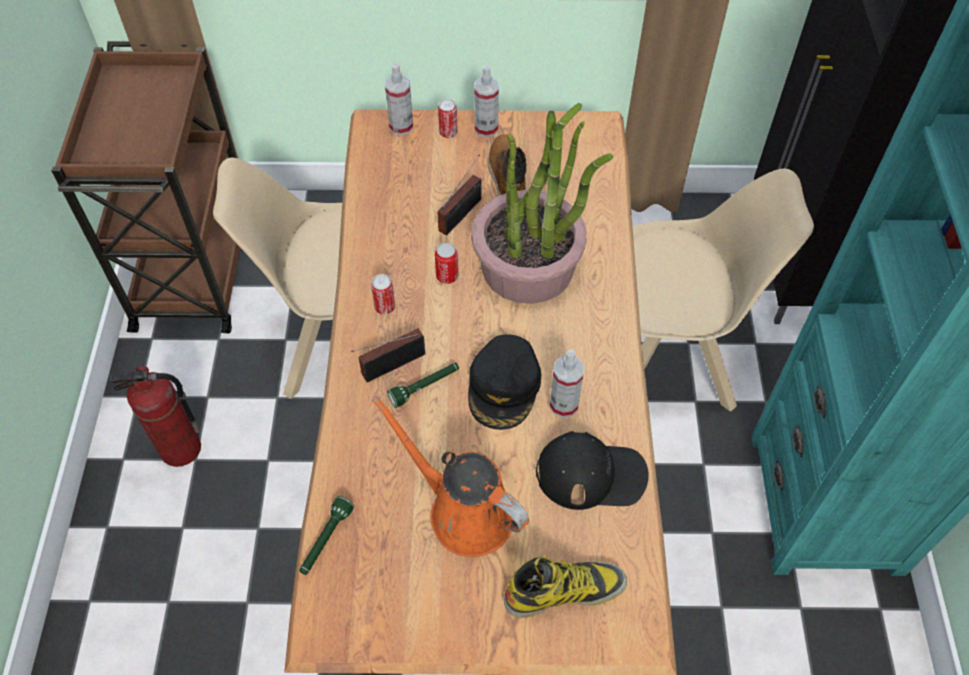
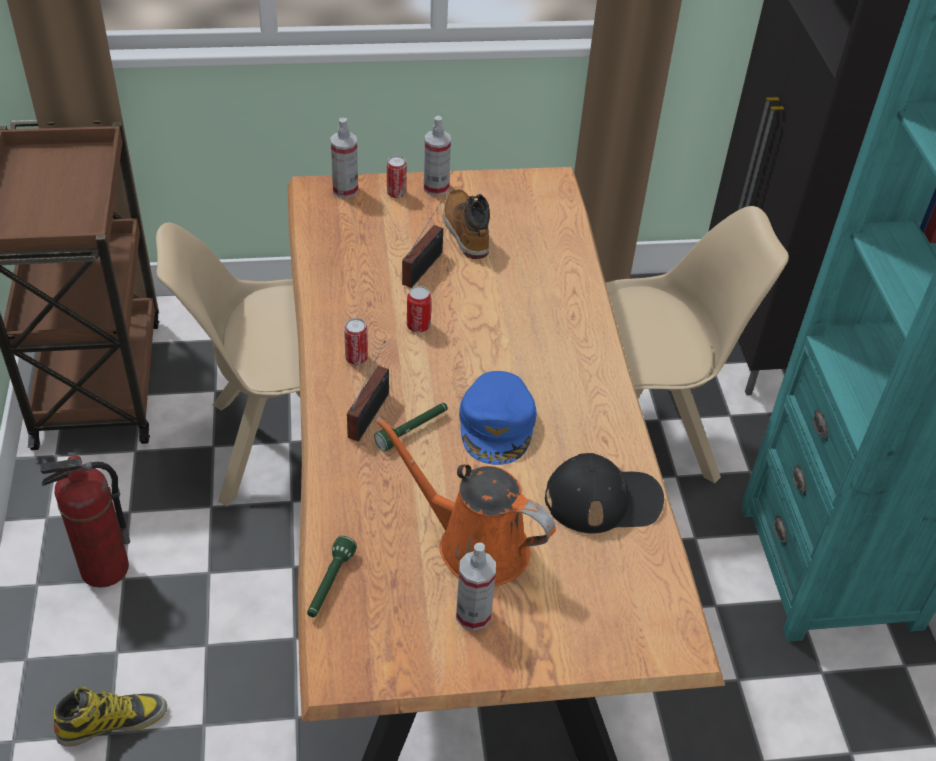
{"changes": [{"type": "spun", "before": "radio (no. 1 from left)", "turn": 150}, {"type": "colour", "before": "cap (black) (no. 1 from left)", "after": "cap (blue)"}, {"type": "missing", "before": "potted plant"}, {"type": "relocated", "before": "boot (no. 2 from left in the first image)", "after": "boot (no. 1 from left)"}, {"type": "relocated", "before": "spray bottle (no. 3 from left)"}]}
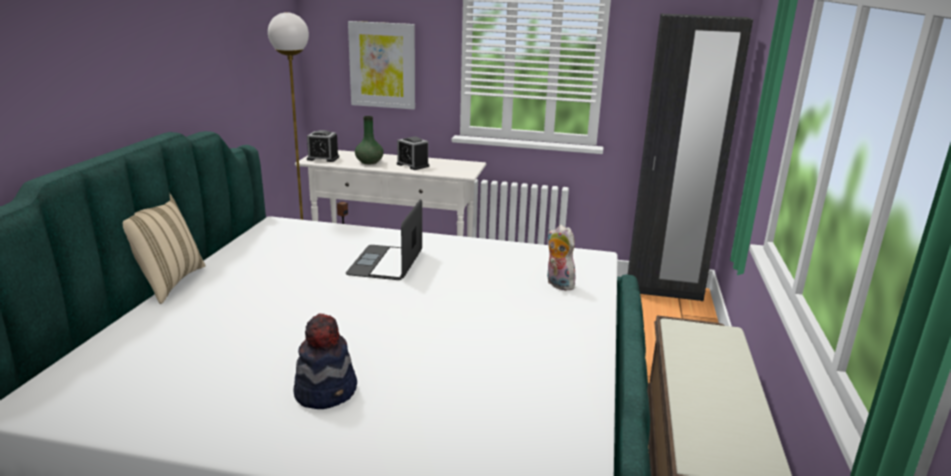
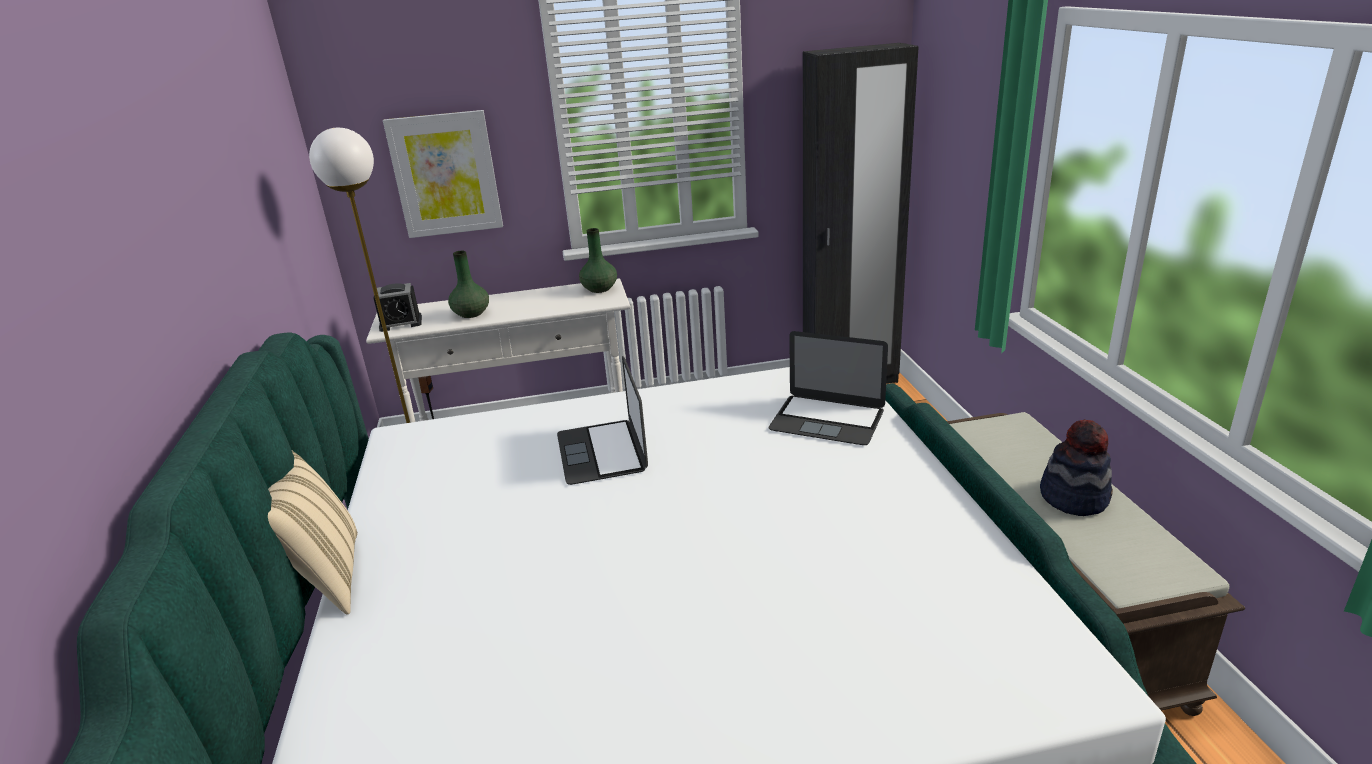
{"changes": [{"type": "relocated", "before": "hat"}, {"type": "missing", "before": "alarm clock (no. 2 from left)"}, {"type": "exchanged", "before": "plush toy", "after": "laptop (no. 2 from left)"}, {"type": "appeared", "after": "vase (green) (no. 2 from left)"}]}
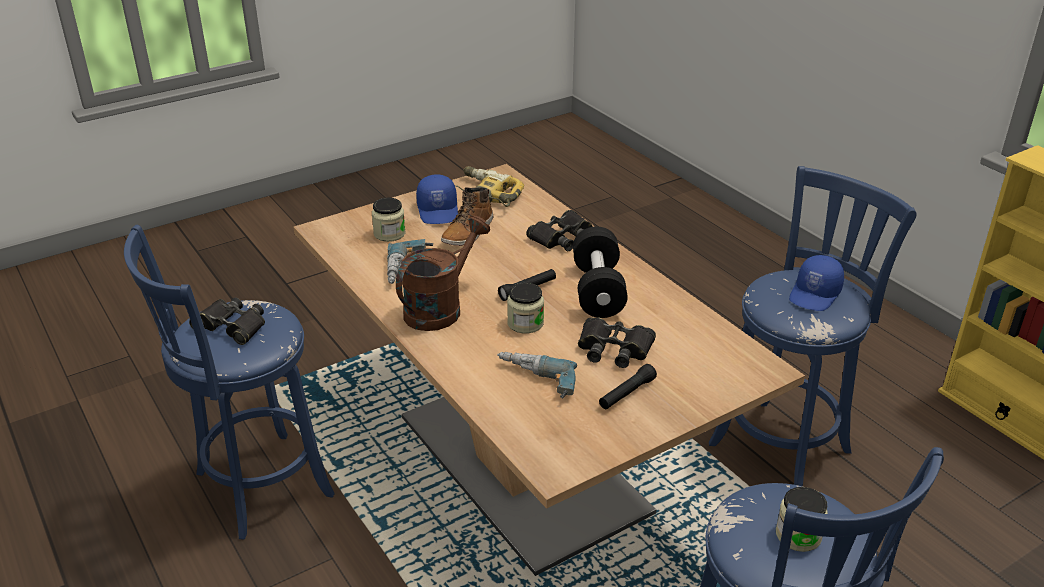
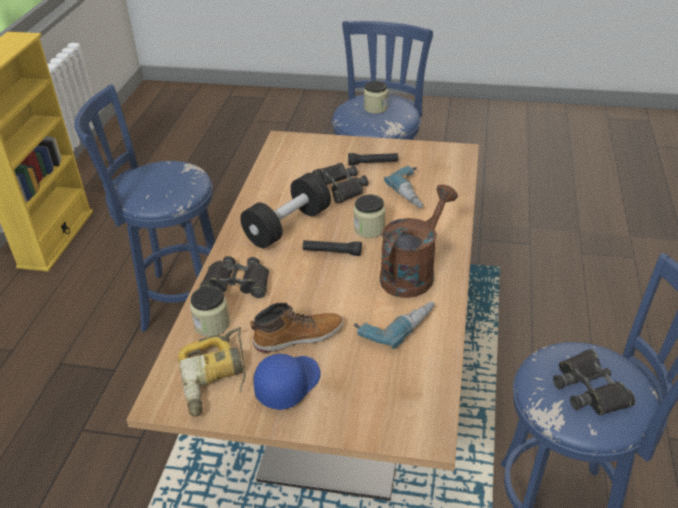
{"changes": [{"type": "relocated", "before": "jar (no. 1 from left)"}, {"type": "spun", "before": "watering can (brown)", "turn": 135}, {"type": "missing", "before": "cap (blue) (no. 2 from left)"}]}
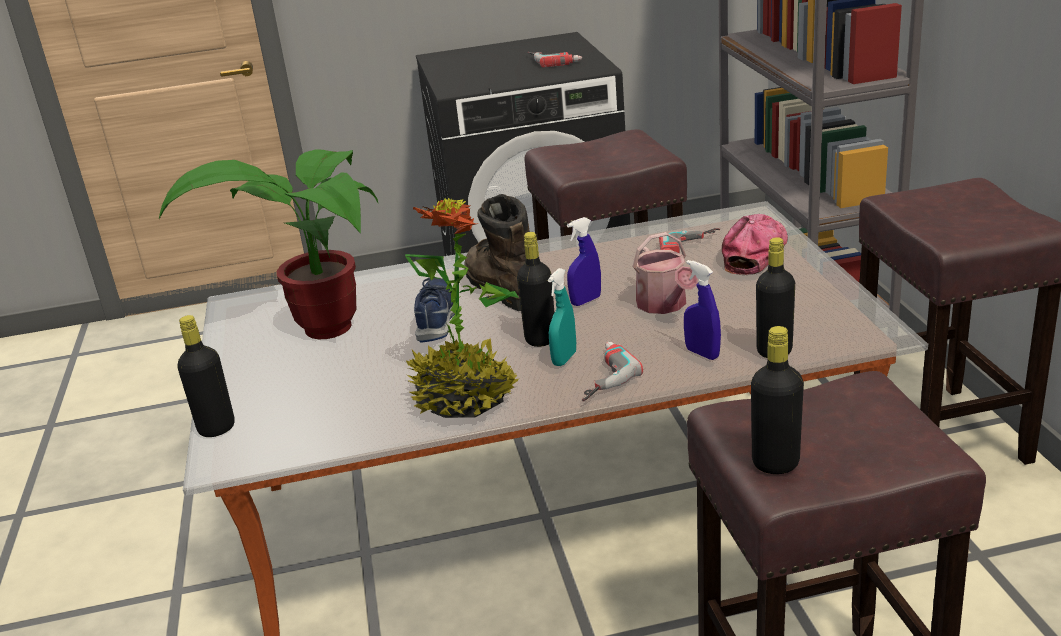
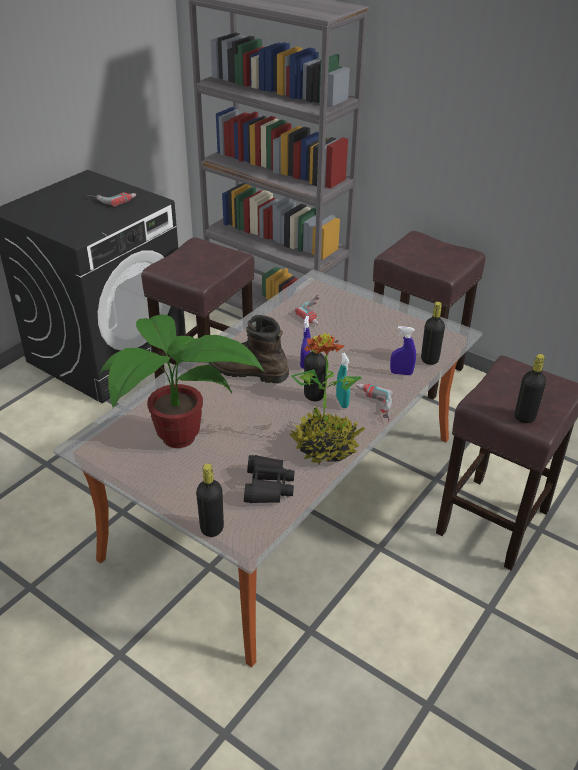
{"changes": [{"type": "missing", "before": "shoe (blue)"}, {"type": "missing", "before": "watering can"}, {"type": "missing", "before": "cap"}, {"type": "appeared", "after": "binoculars (black)"}]}
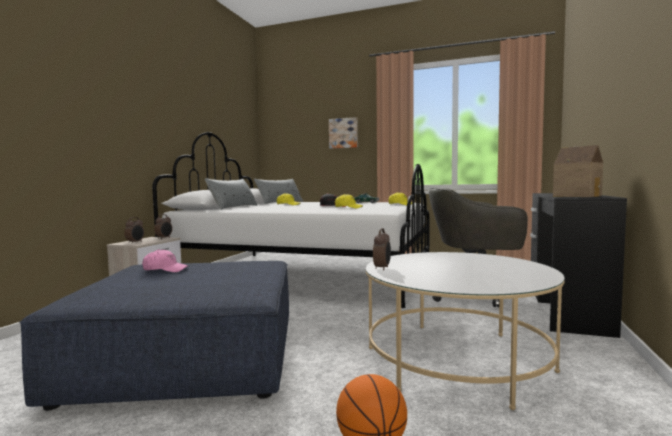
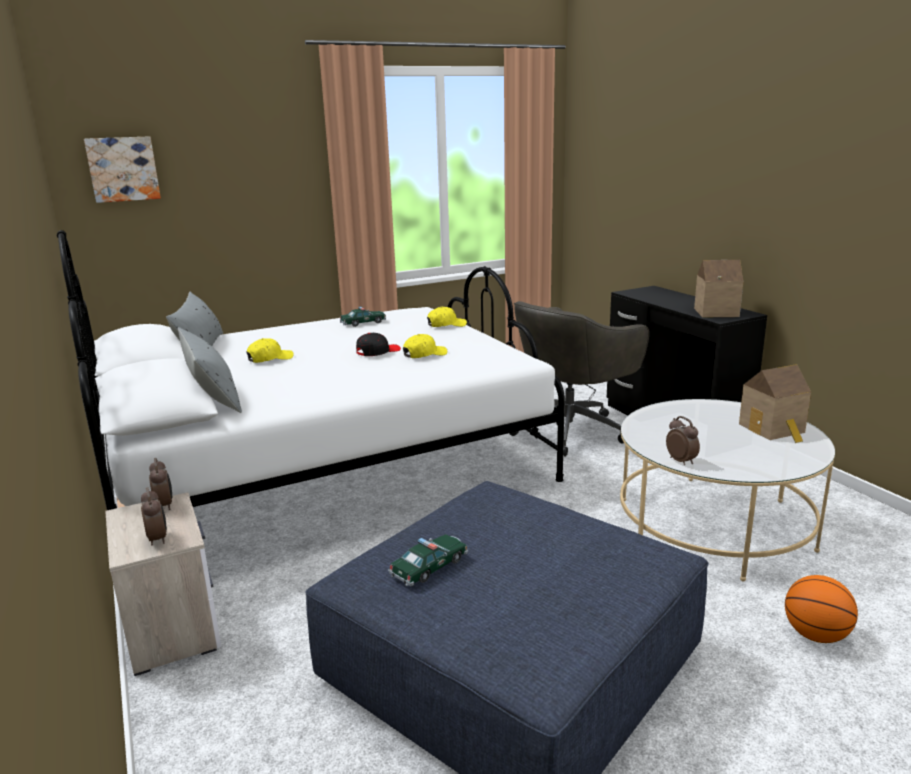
{"changes": [{"type": "exchanged", "before": "cap (pink)", "after": "toy car (no. 2 from left)"}, {"type": "relocated", "before": "picture"}, {"type": "appeared", "after": "toy house (no. 2 from left)"}]}
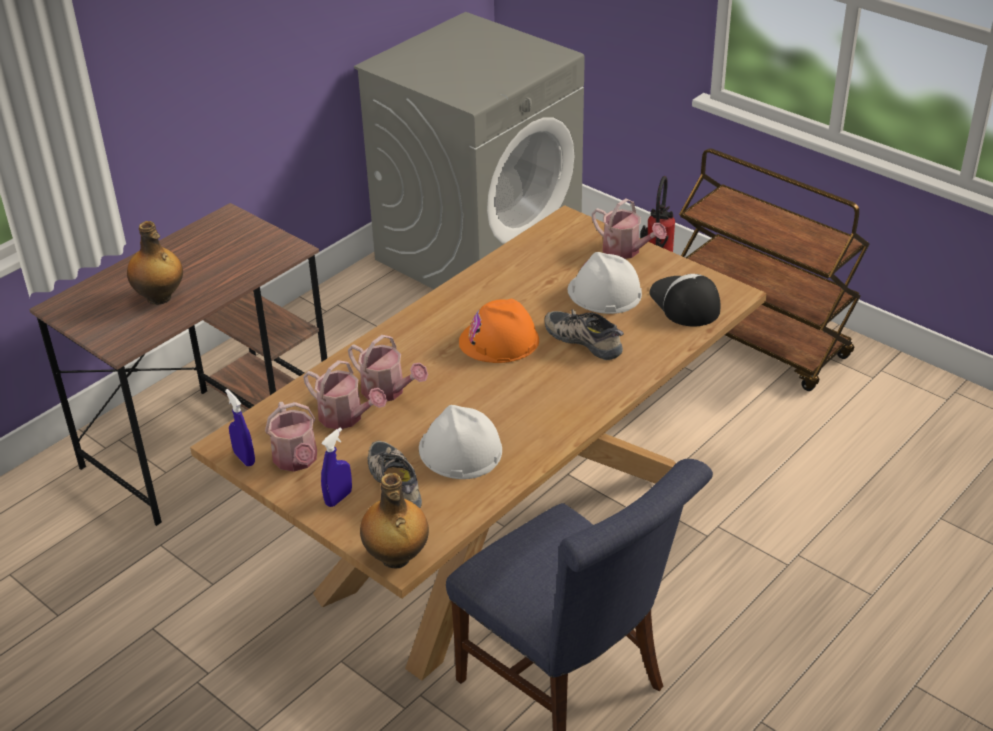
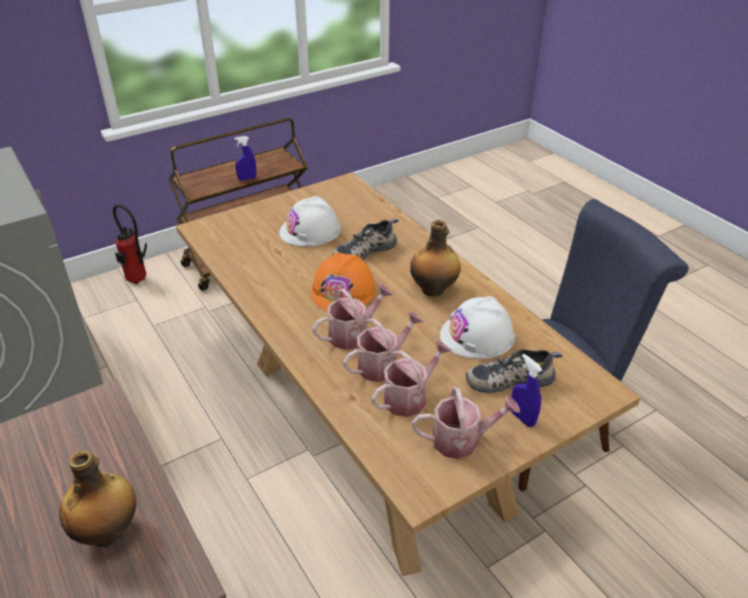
{"changes": [{"type": "relocated", "before": "spray bottle (blue) (no. 1 from left)"}, {"type": "relocated", "before": "bottle (no. 2 from left)"}, {"type": "relocated", "before": "watering can (no. 4 from left in the first image)", "after": "watering can (no. 1 from left)"}, {"type": "missing", "before": "cap"}]}
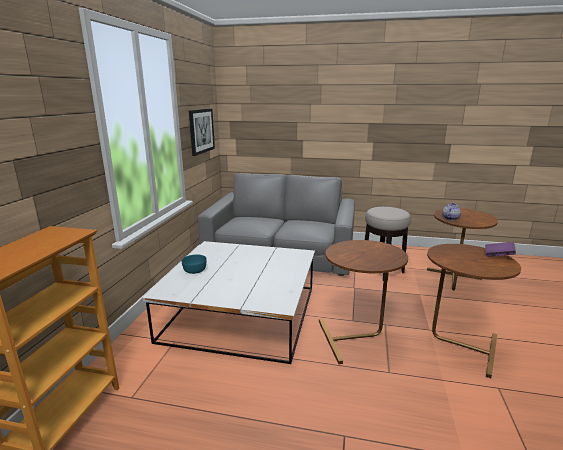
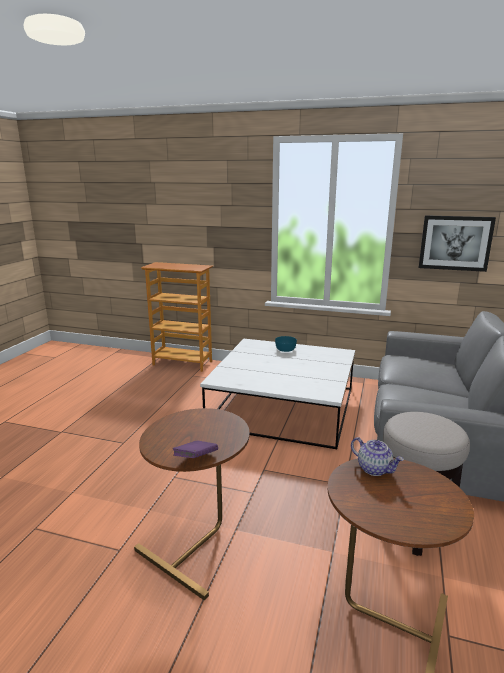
{"changes": [{"type": "missing", "before": "side table (brown) (no. 1 from left)"}]}
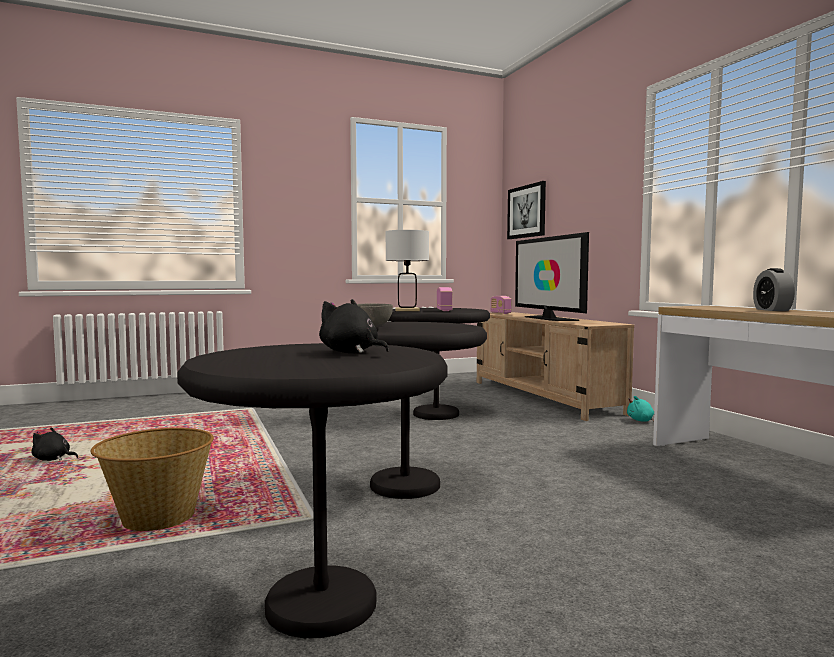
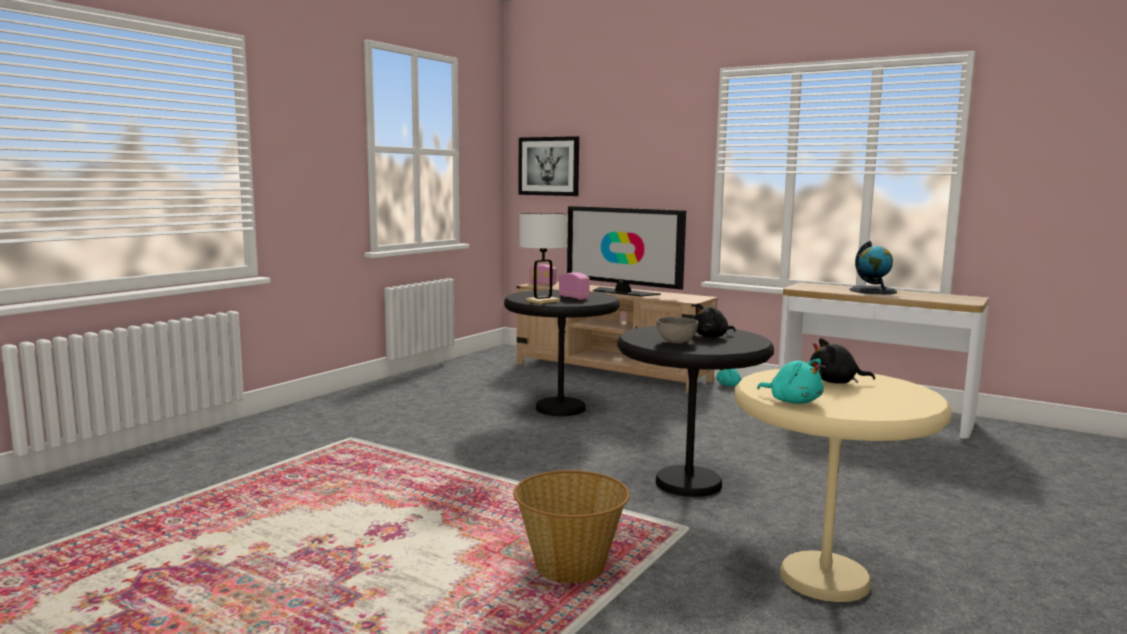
{"changes": [{"type": "relocated", "before": "plush toy (black) (no. 1 from left)"}, {"type": "colour", "before": "side table (black) (no. 1 from left)", "after": "side table (beige)"}, {"type": "exchanged", "before": "alarm clock", "after": "globe"}, {"type": "appeared", "after": "plush toy (turquoise) (no. 2 from left)"}]}
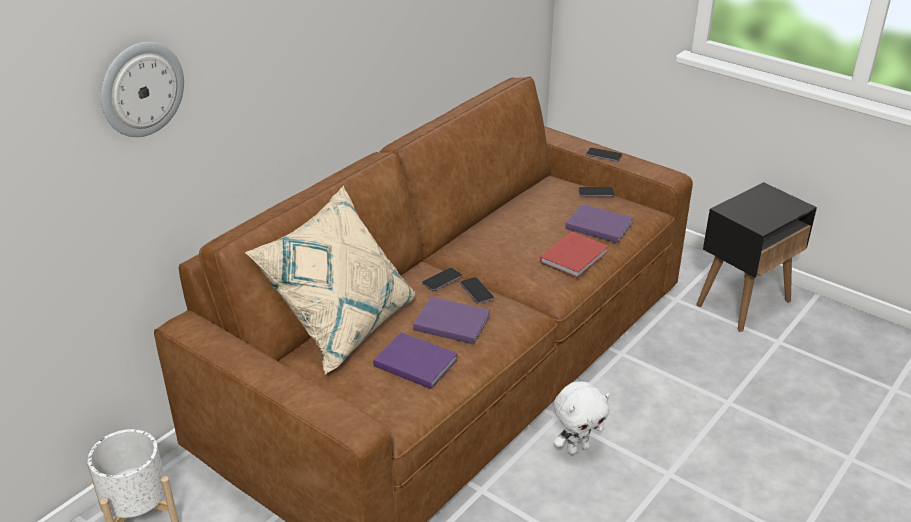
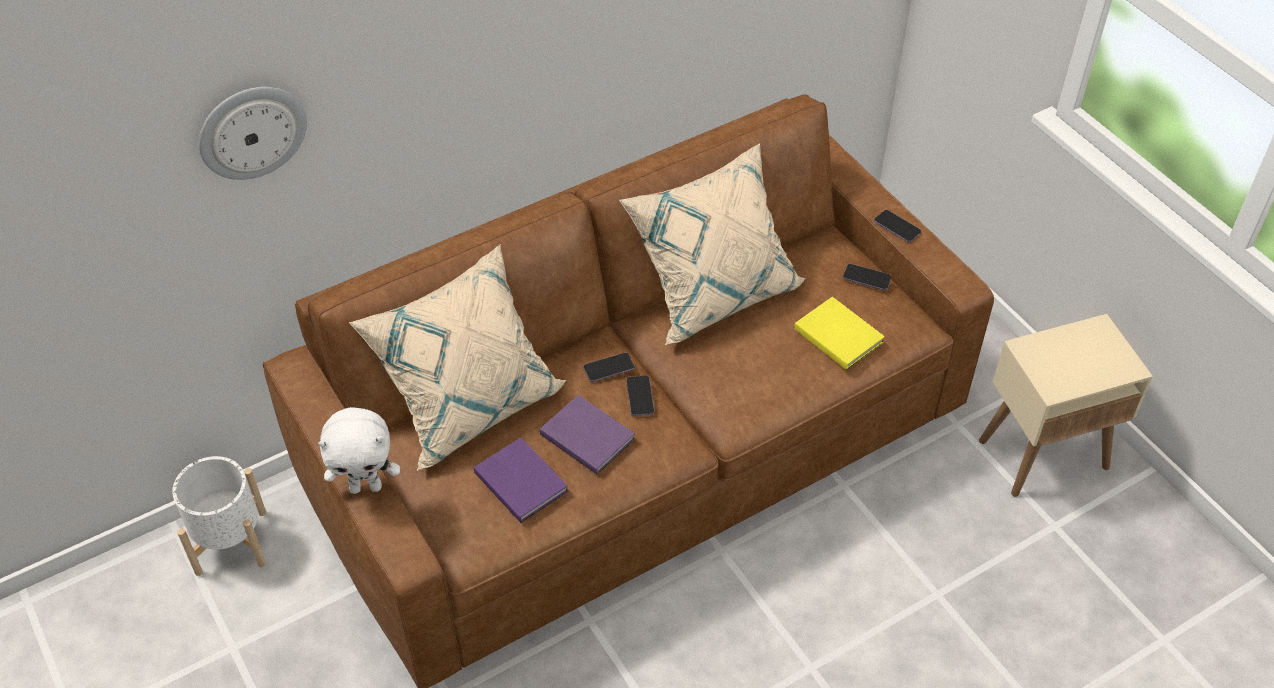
{"changes": [{"type": "missing", "before": "book (red)"}, {"type": "relocated", "before": "plush toy (white)"}, {"type": "colour", "before": "book (purple) (no. 3 from left)", "after": "book (yellow)"}, {"type": "colour", "before": "side table (black)", "after": "side table (beige)"}, {"type": "appeared", "after": "pillow (beige) (no. 2 from left)"}]}
